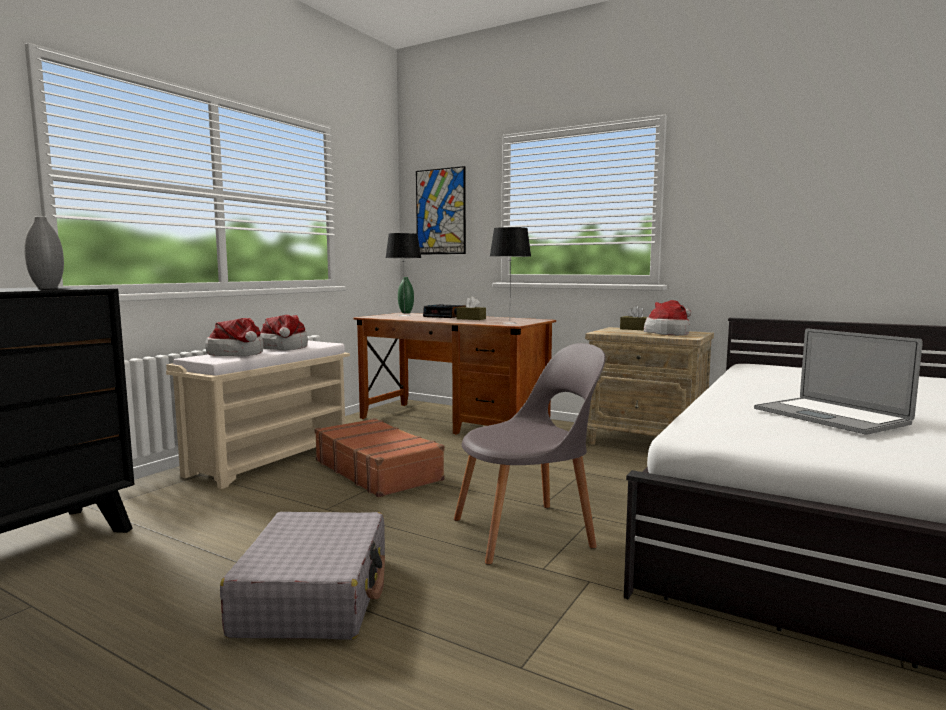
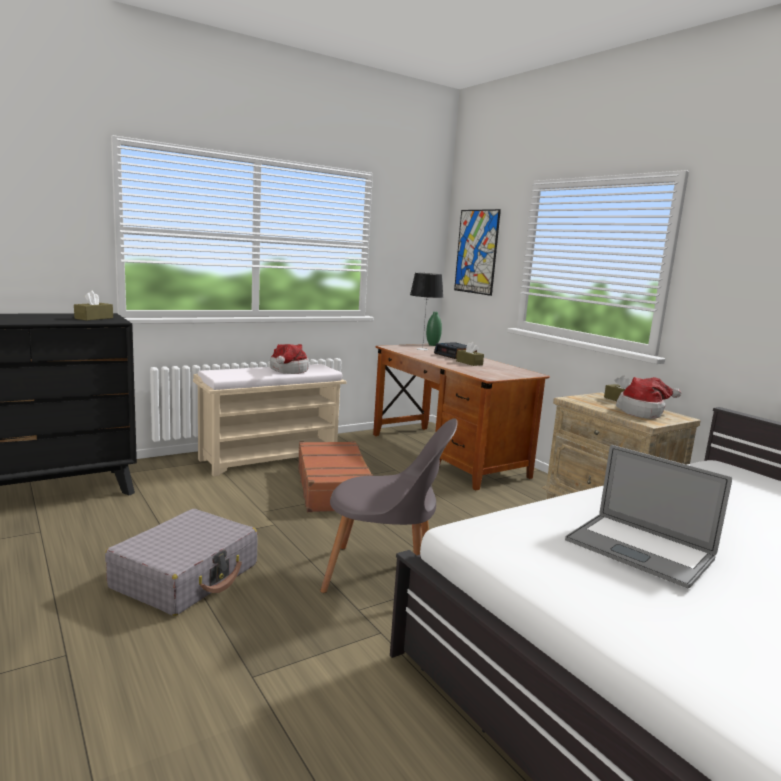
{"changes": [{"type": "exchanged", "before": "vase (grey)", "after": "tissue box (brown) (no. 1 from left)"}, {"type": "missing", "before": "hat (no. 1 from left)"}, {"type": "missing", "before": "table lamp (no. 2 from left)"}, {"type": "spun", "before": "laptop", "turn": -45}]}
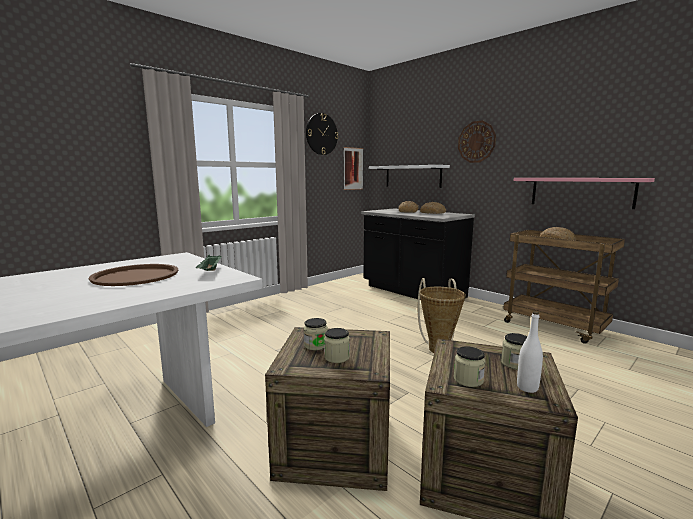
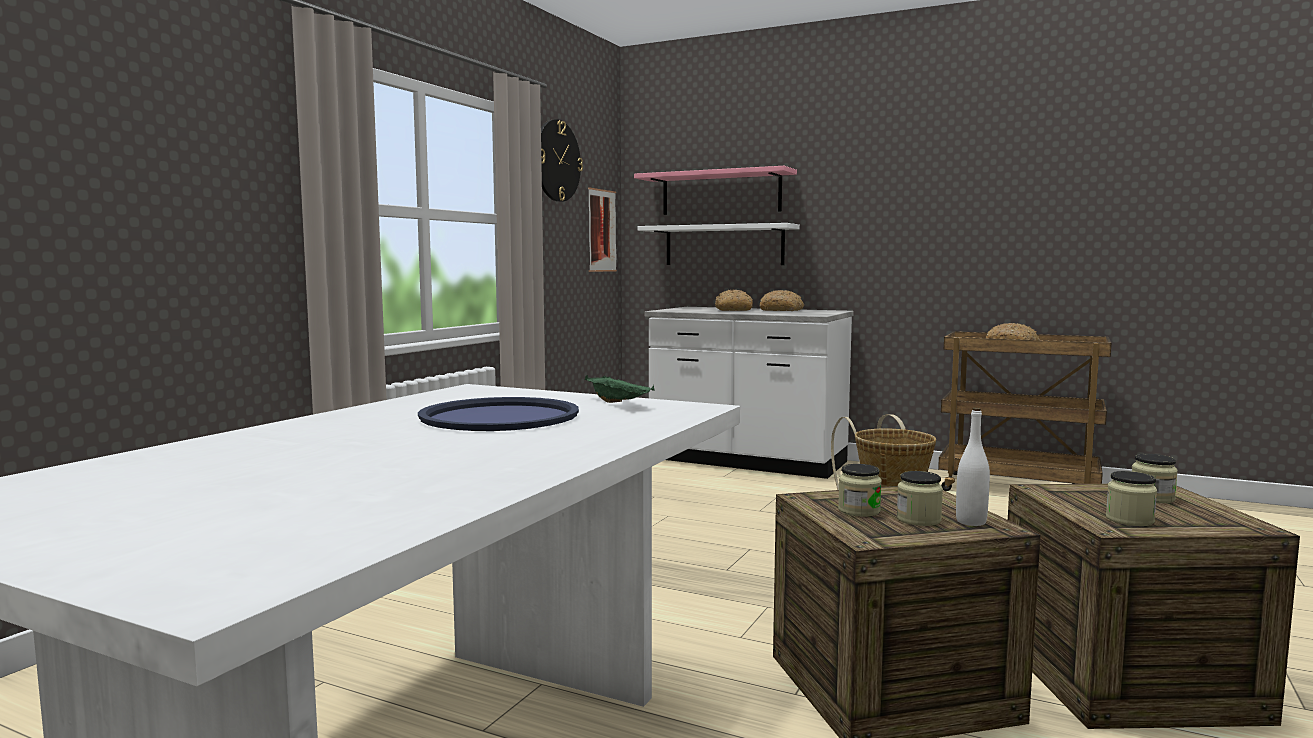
{"changes": [{"type": "colour", "before": "tray (brown)", "after": "tray (blue)"}, {"type": "colour", "before": "counter (black)", "after": "counter (white)"}, {"type": "missing", "before": "wall clock (no. 2 from left)"}, {"type": "relocated", "before": "shelf (pink)"}, {"type": "relocated", "before": "bottle (white)"}]}
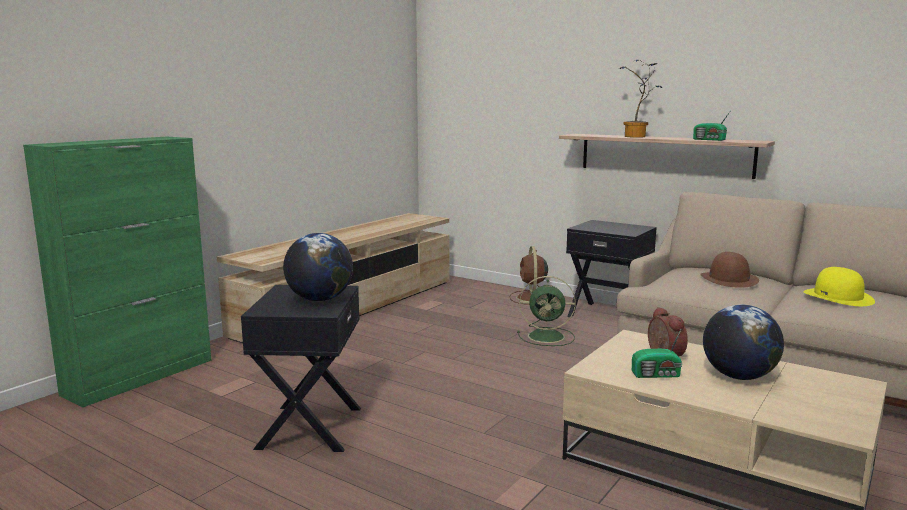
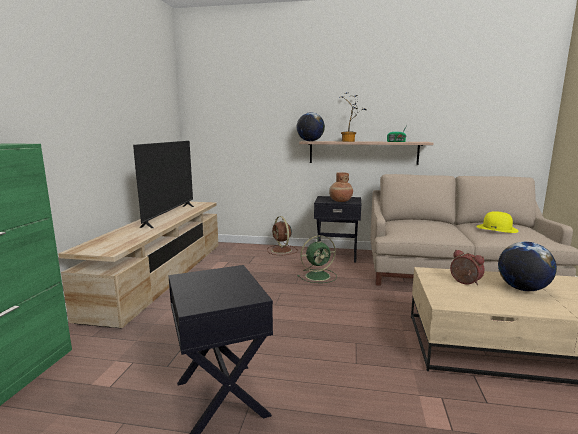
{"changes": [{"type": "relocated", "before": "globe (no. 1 from left)"}, {"type": "missing", "before": "radio (no. 1 from left)"}, {"type": "missing", "before": "hat (brown)"}, {"type": "appeared", "after": "television"}, {"type": "appeared", "after": "vase (brown)"}]}
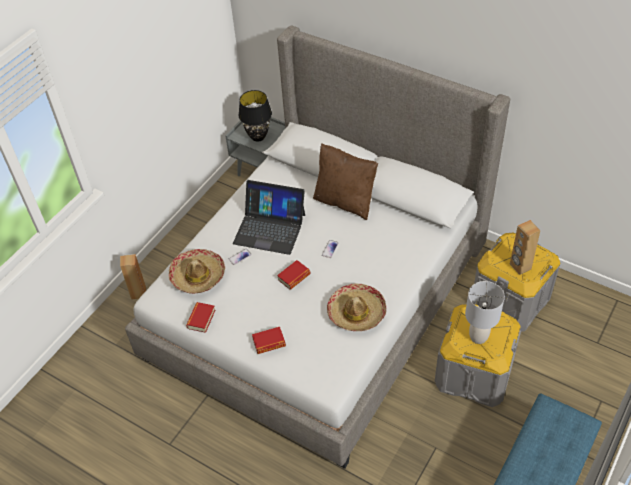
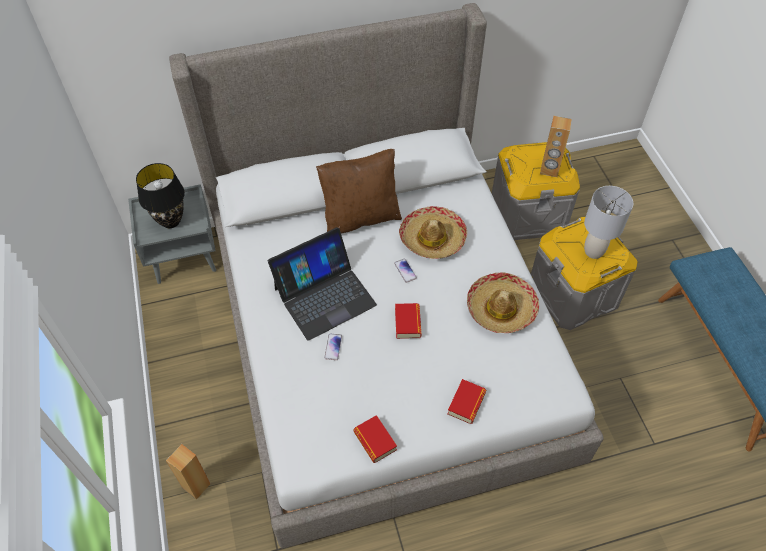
{"changes": [{"type": "relocated", "before": "hat (no. 1 from left)"}]}
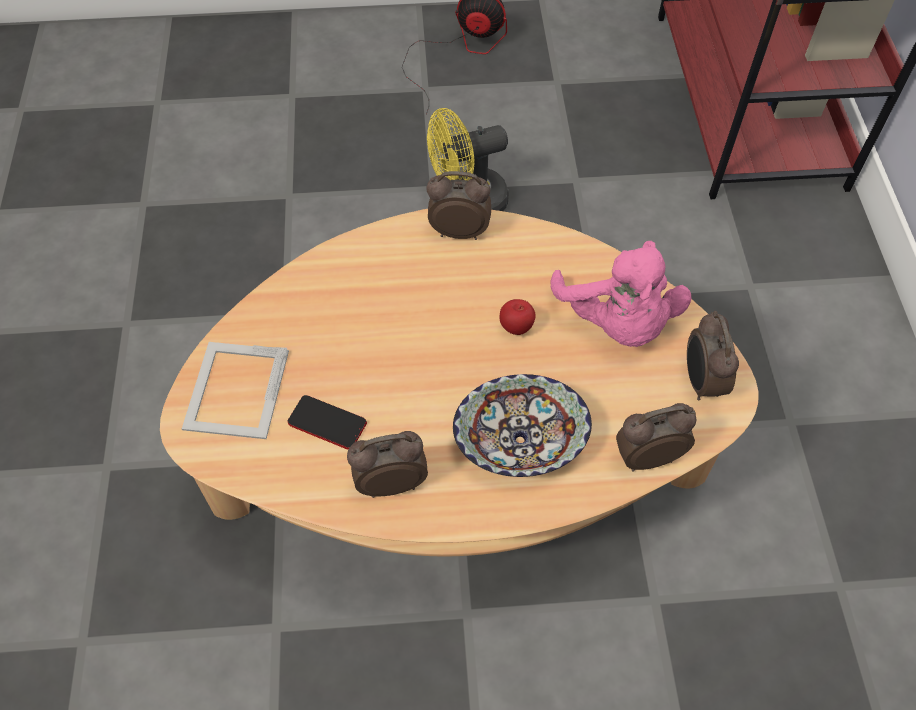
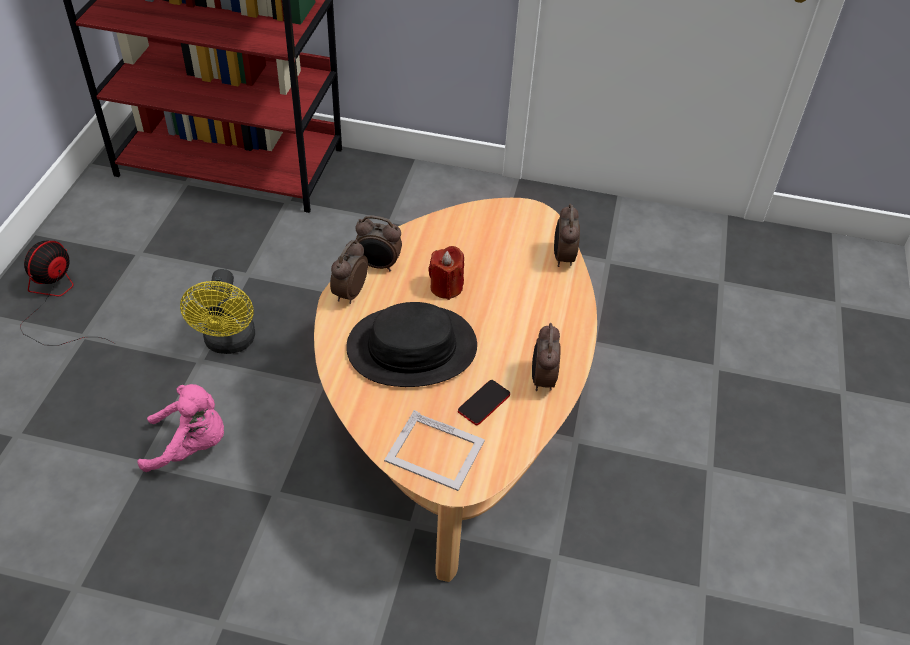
{"changes": [{"type": "missing", "before": "bowl"}, {"type": "exchanged", "before": "apple", "after": "candle (red)"}, {"type": "relocated", "before": "plush toy (pink)"}, {"type": "relocated", "before": "alarm clock (no. 4 from left in the first image)", "after": "alarm clock (no. 2 from left)"}, {"type": "appeared", "after": "hat (black)"}]}
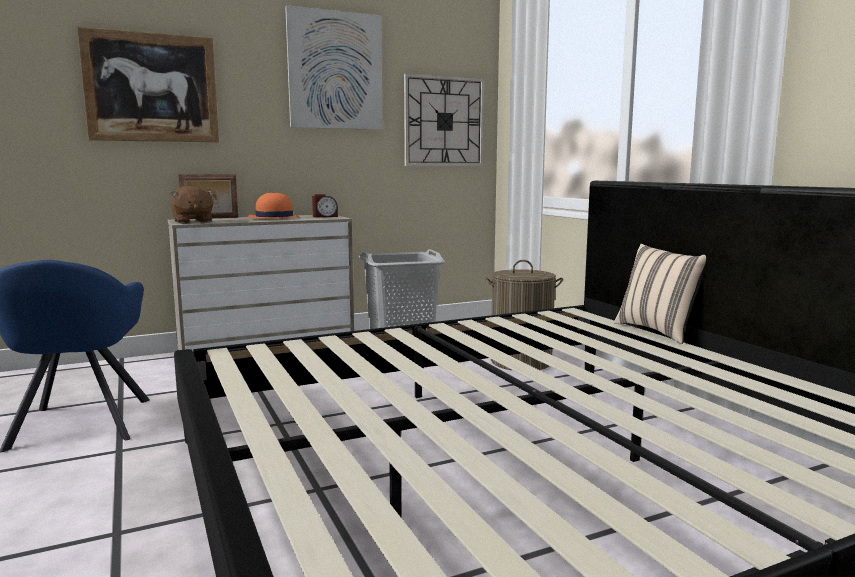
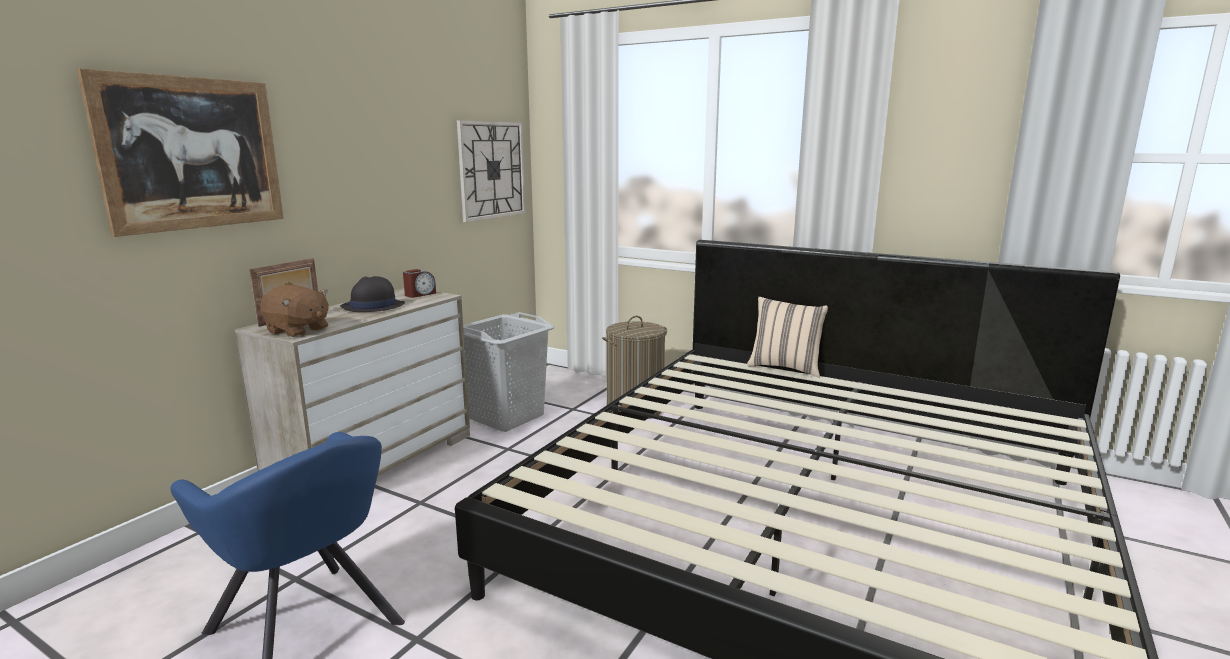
{"changes": [{"type": "colour", "before": "hat (orange)", "after": "hat (black)"}, {"type": "missing", "before": "picture (no. 2 from left)"}]}
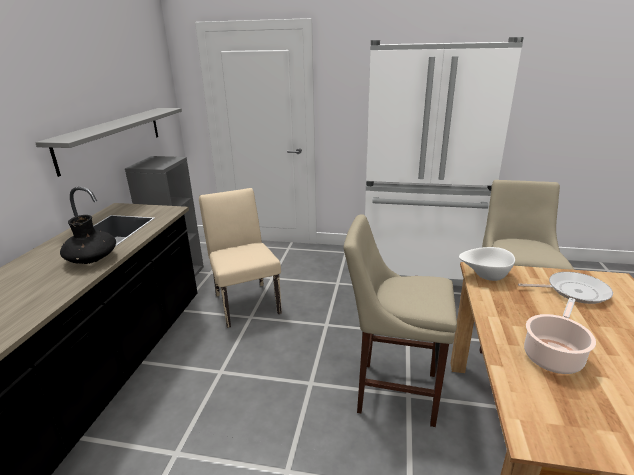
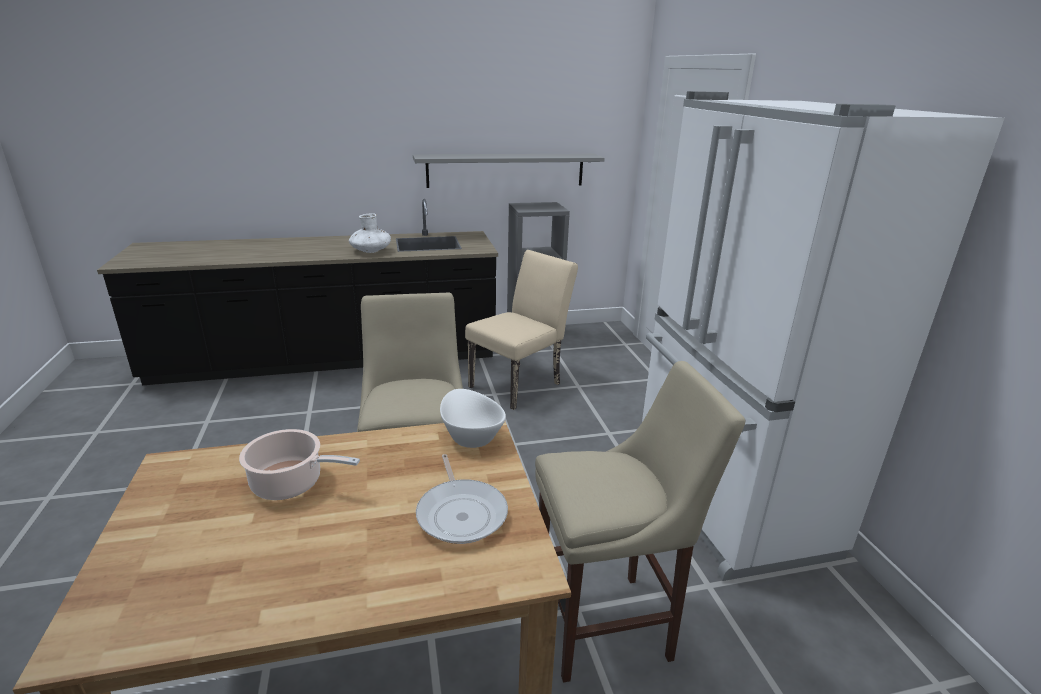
{"changes": [{"type": "colour", "before": "vase (black)", "after": "vase (white)"}]}
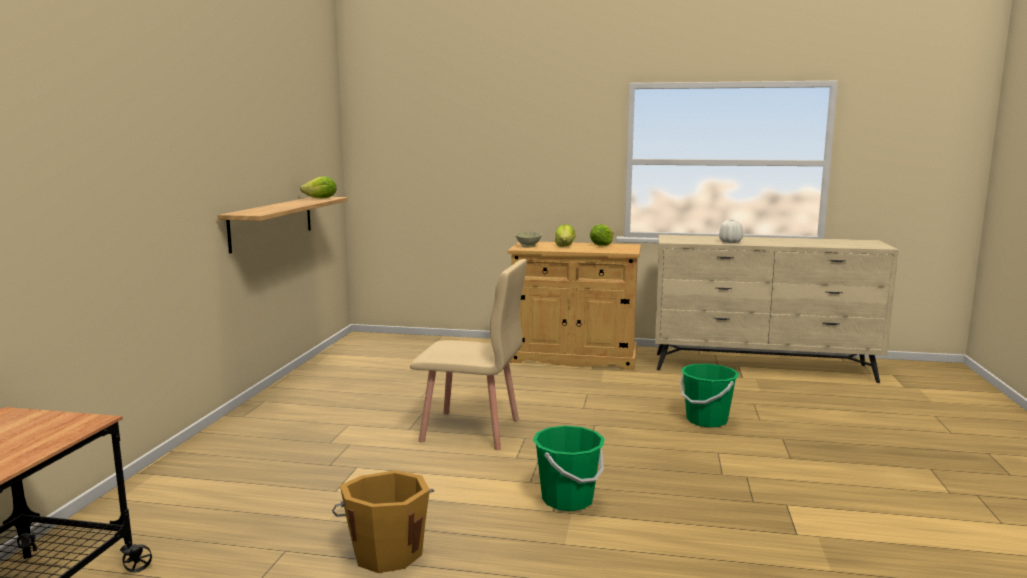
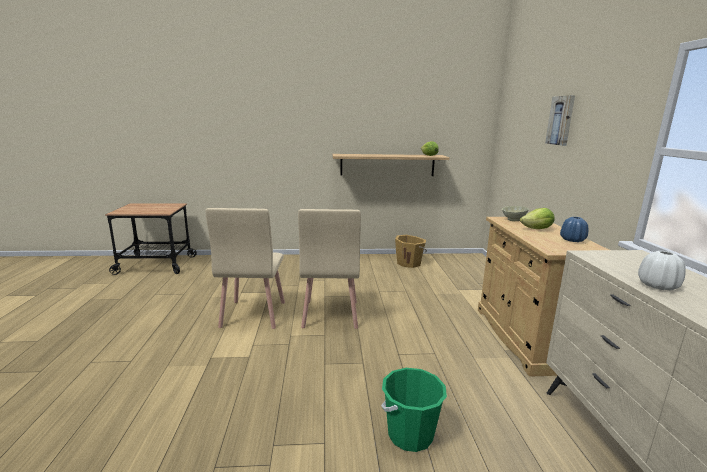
{"changes": [{"type": "relocated", "before": "bucket (orange)"}, {"type": "missing", "before": "bucket (green) (no. 1 from left)"}, {"type": "exchanged", "before": "lettuce (no. 3 from left)", "after": "vase (blue)"}, {"type": "appeared", "after": "chair (beige) (no. 1 from left)"}, {"type": "appeared", "after": "picture"}]}
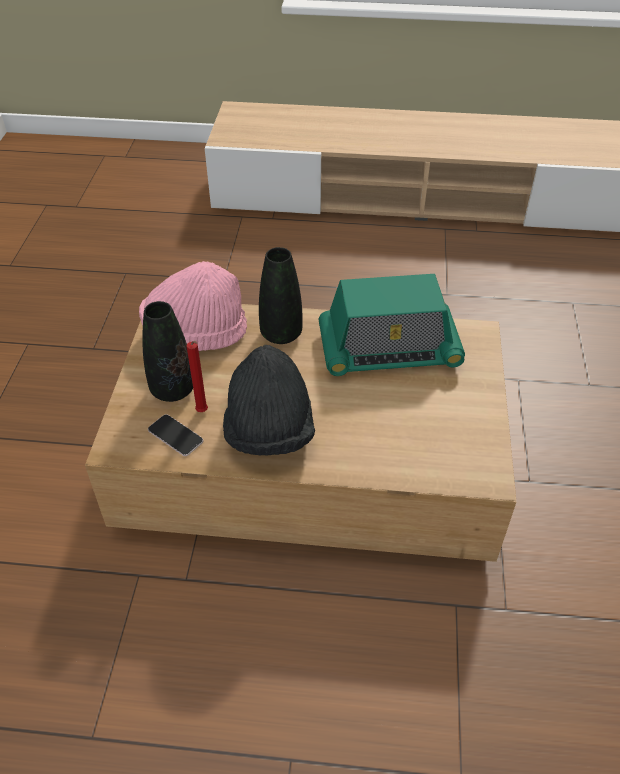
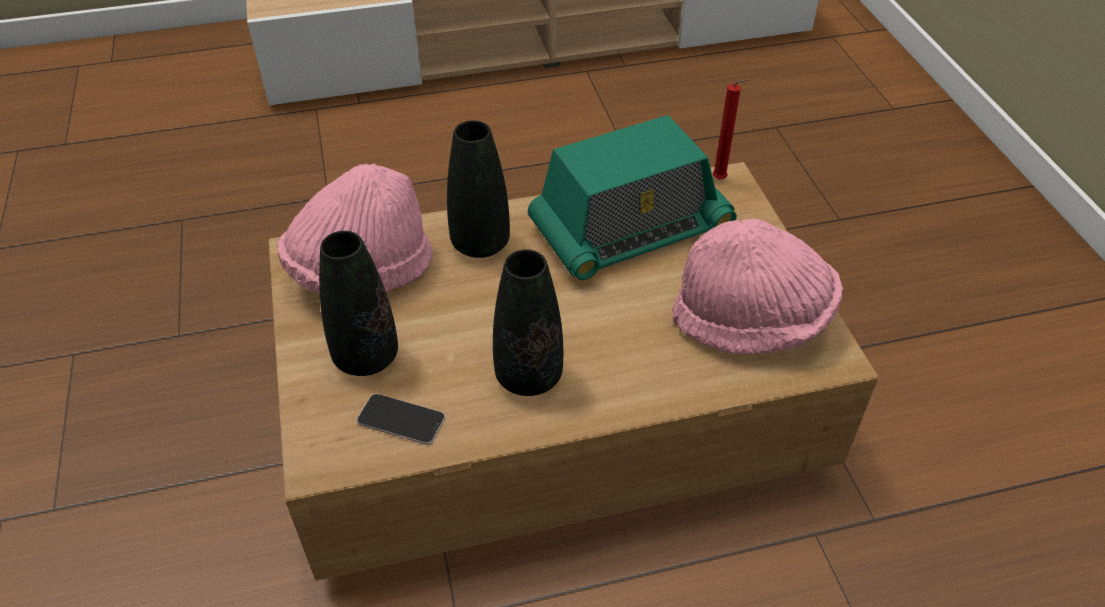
{"changes": [{"type": "relocated", "before": "candle (red)"}, {"type": "exchanged", "before": "hat (black)", "after": "vase (black) (no. 3 from left)"}, {"type": "appeared", "after": "hat (pink) (no. 2 from left)"}]}
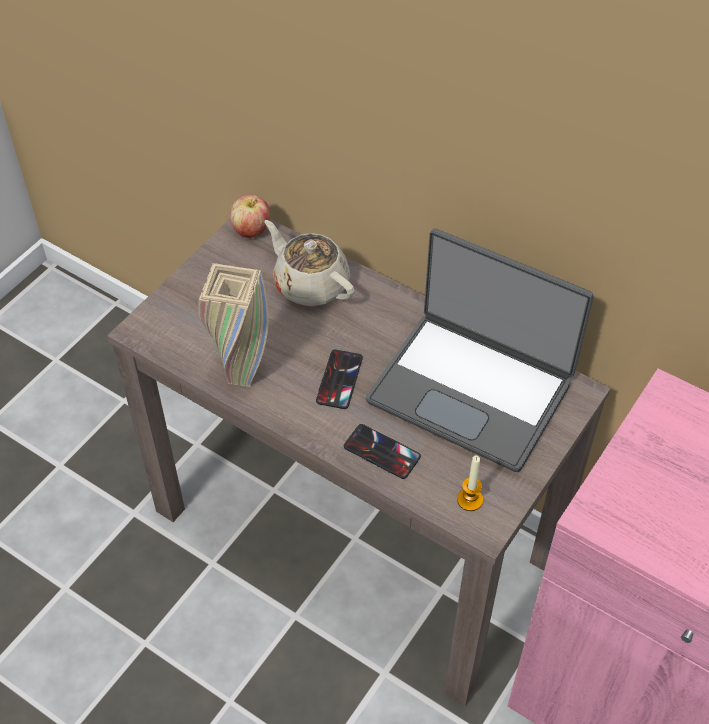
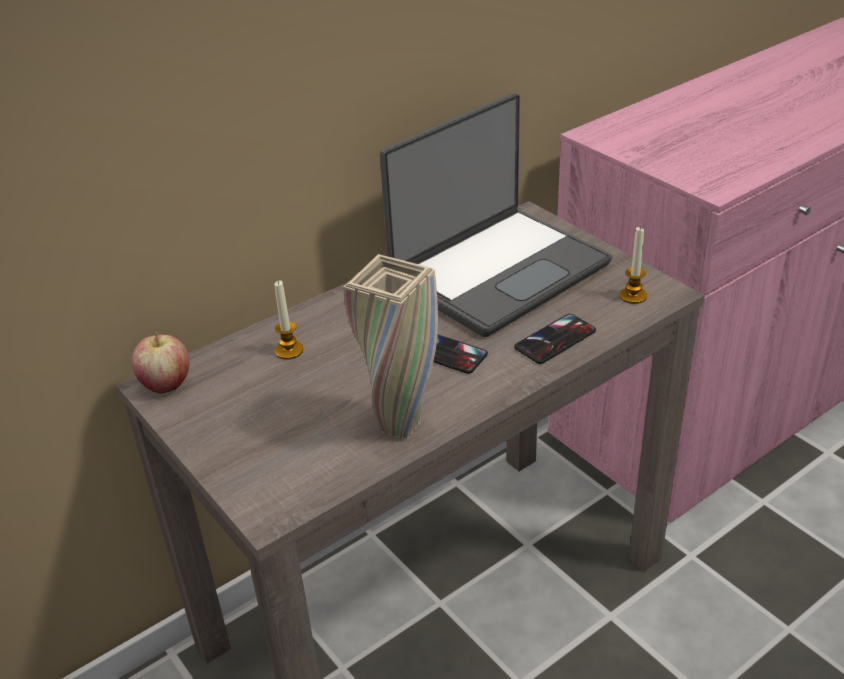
{"changes": [{"type": "exchanged", "before": "teapot (beige)", "after": "candle (no. 1 from left)"}]}
